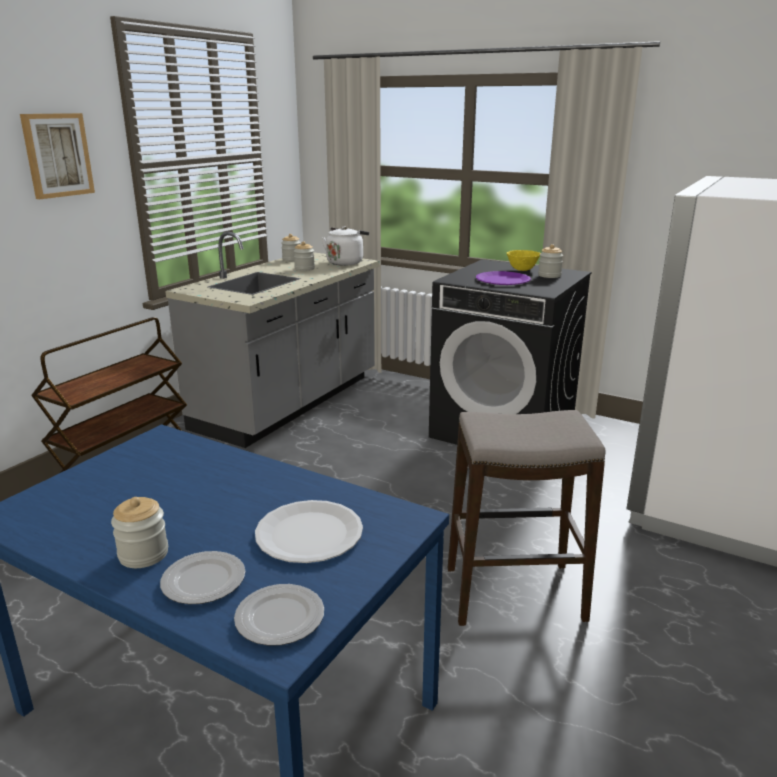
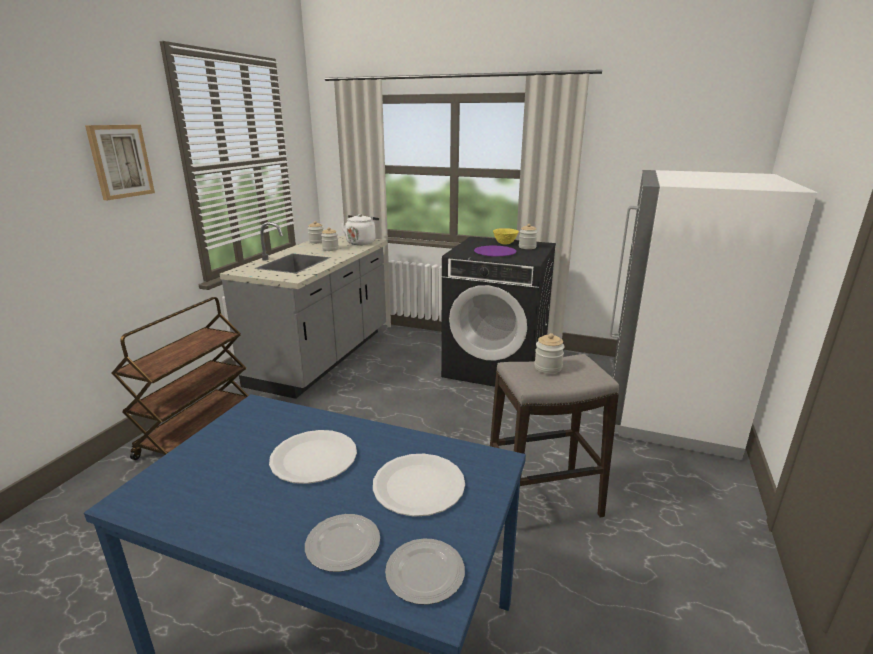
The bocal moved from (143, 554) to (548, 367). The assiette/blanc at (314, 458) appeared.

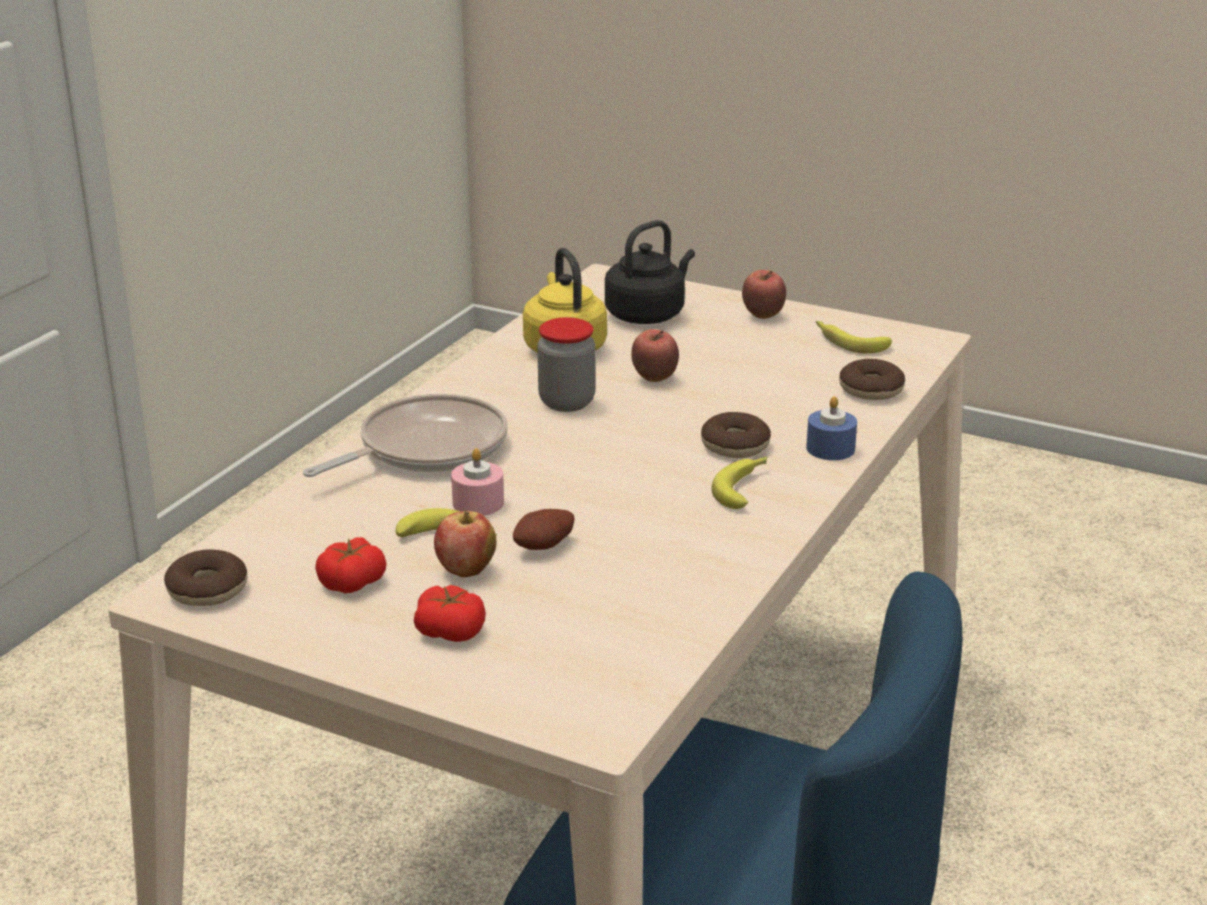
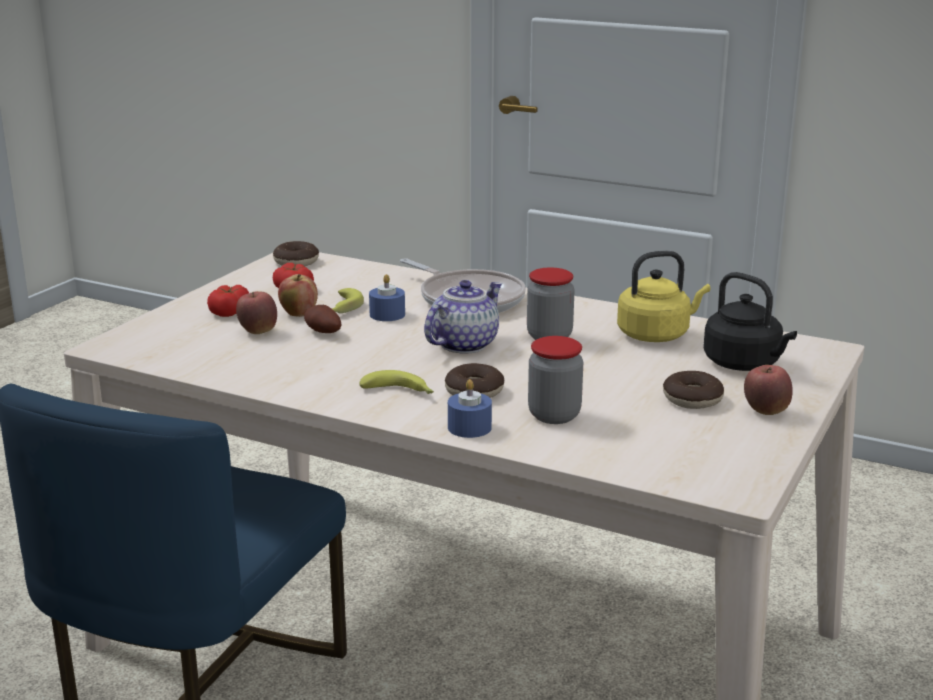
The bougie/rose at (478, 503) became the bougie/bleu at (387, 314). The pomme moved from (654, 379) to (258, 332). The banane at (848, 342) disappeared. The beignet moved from (871, 390) to (692, 399). The théière at (463, 344) appeared. The bocal at (554, 415) appeared.

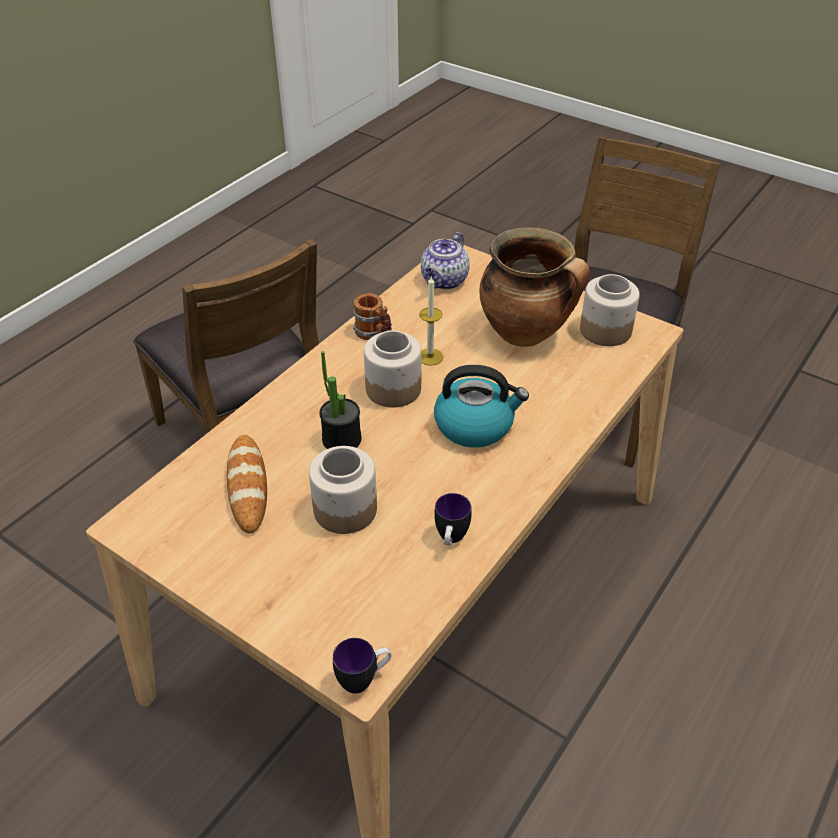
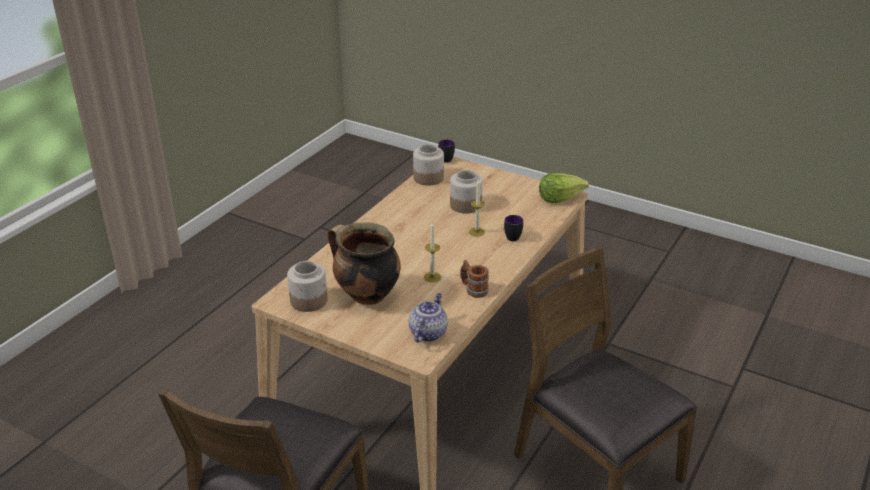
The pain at (247, 486) disappeared. The plante en pot at (341, 439) was replaced by the bougie at (476, 232). The bocal moved from (394, 388) to (428, 178). The bouilloire at (475, 425) disappeared. The mug moved from (450, 540) to (513, 236). The laitue at (560, 198) appeared.

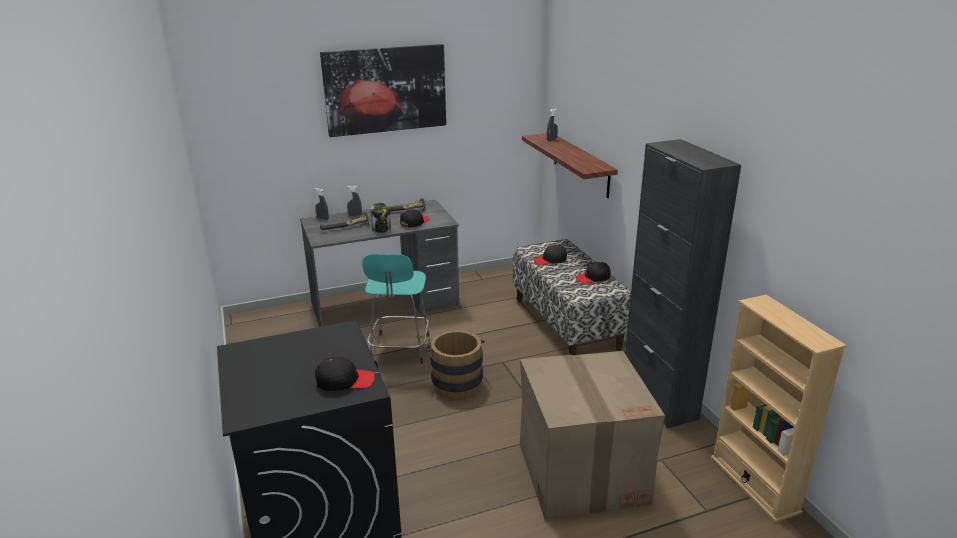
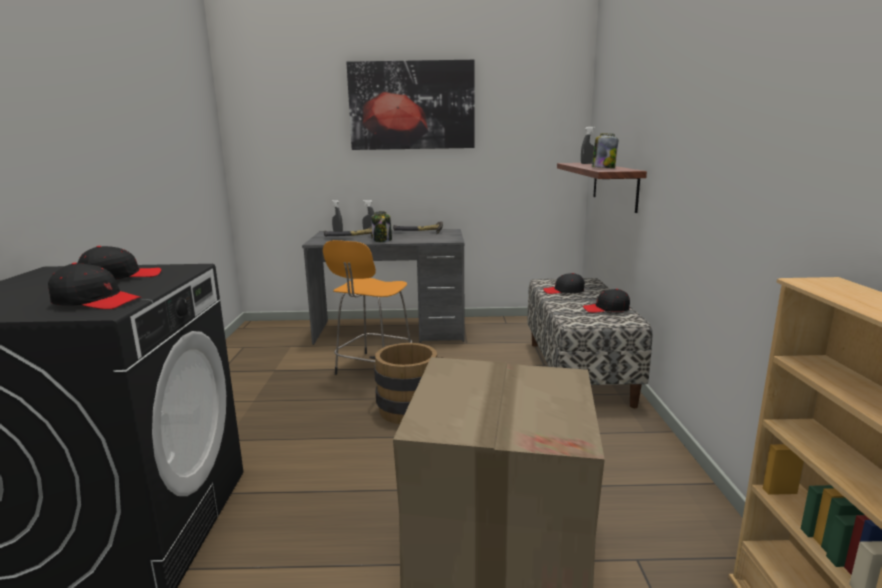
The tabouret/turquoise at (399, 350) became the tabouret/orange at (373, 369). The casquette/noir moved from (414, 222) to (121, 277). The meuble de rangement/noir at (659, 399) disappeared. The bocal at (603, 168) appeared.

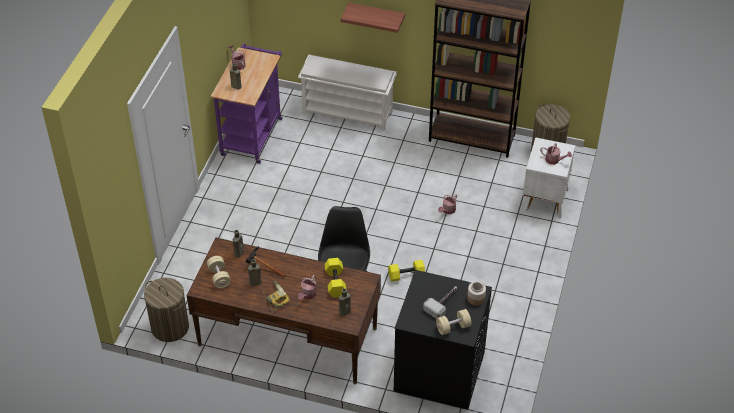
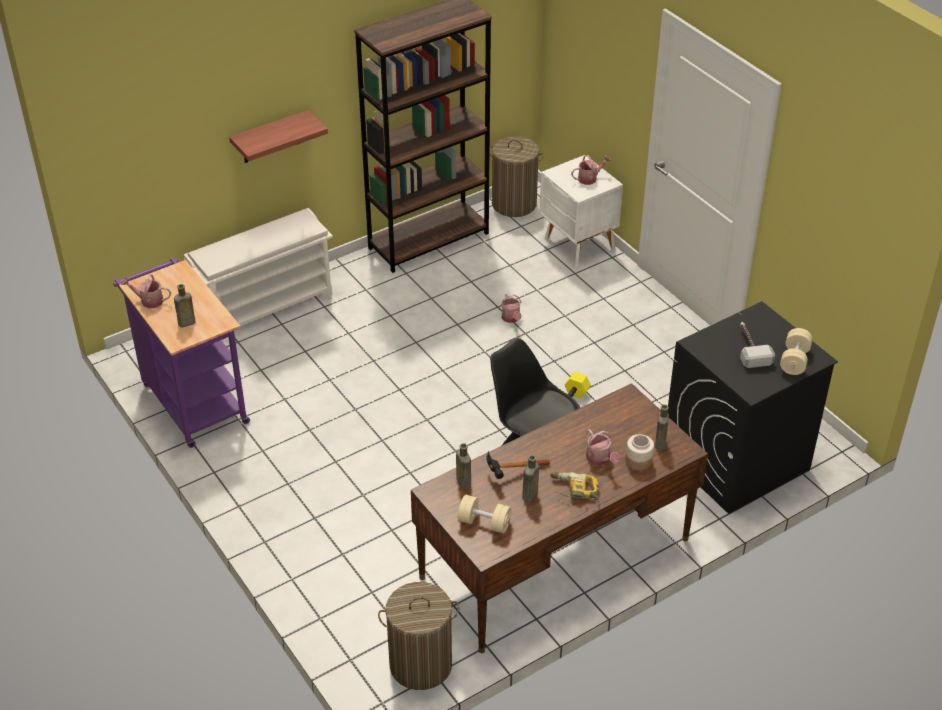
The haltère/jaune at (334, 282) disappeared. The bocal moved from (475, 298) to (638, 461).

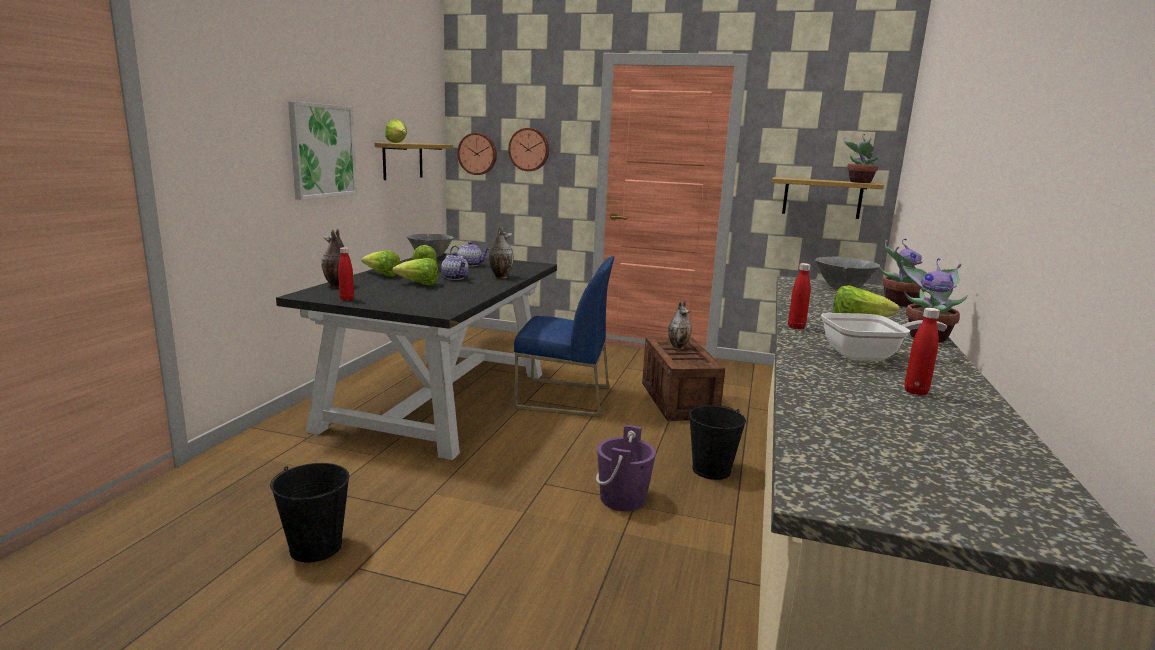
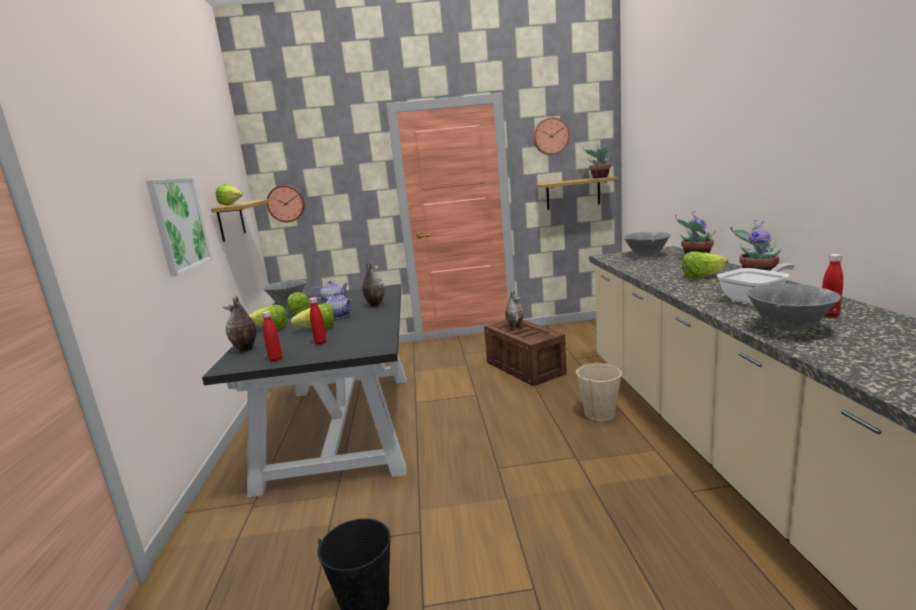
The horloge murale moved from (529, 149) to (550, 136). The chaise/bleu at (562, 398) disappeared. The seau/violet at (623, 499) disappeared. The seau/noir at (711, 470) became the seau/beige at (600, 414). The bouteille/rouge moved from (796, 327) to (320, 343). The bol/gris at (789, 328) appeared.

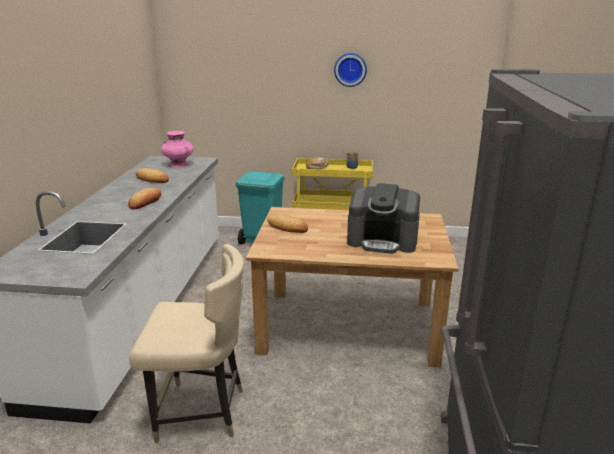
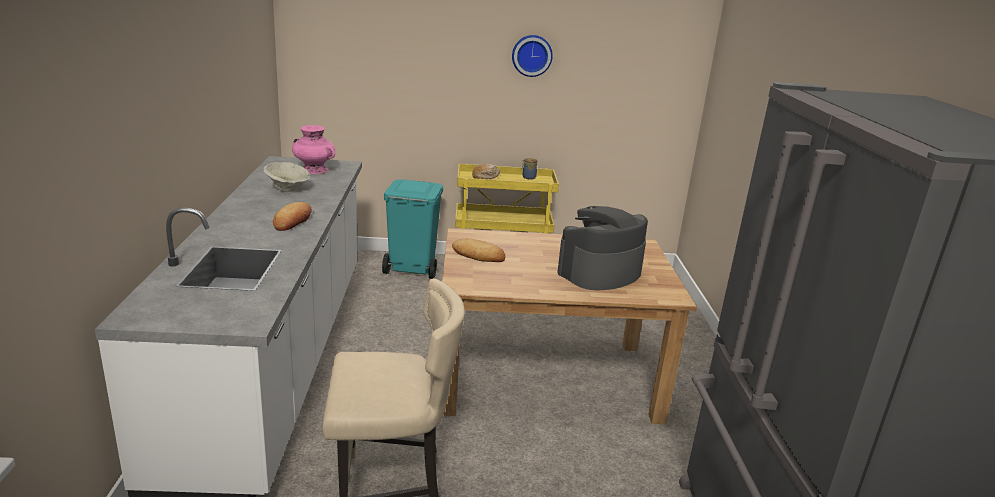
The pain at (152, 179) was replaced by the bol/beige at (287, 189). The machine à café at (382, 241) turned 135 degrees clockwise.

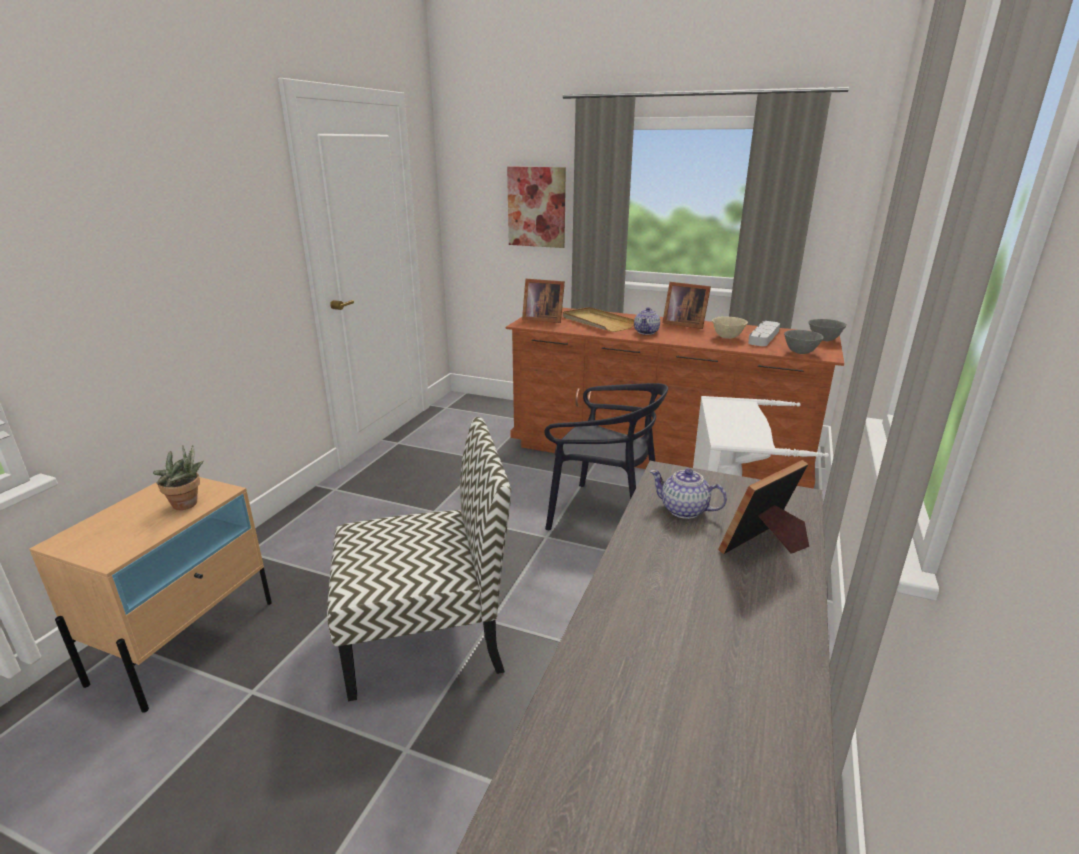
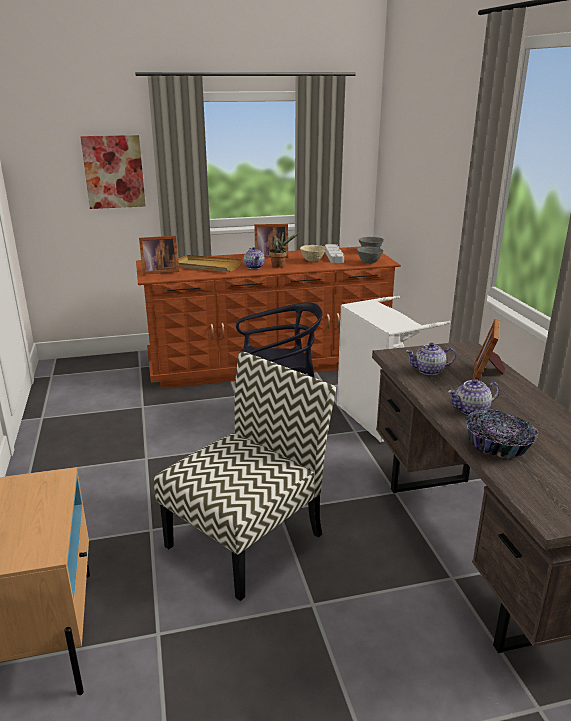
The plante en pot moved from (188, 505) to (279, 265). The théière at (471, 410) appeared. The bol at (497, 446) appeared.

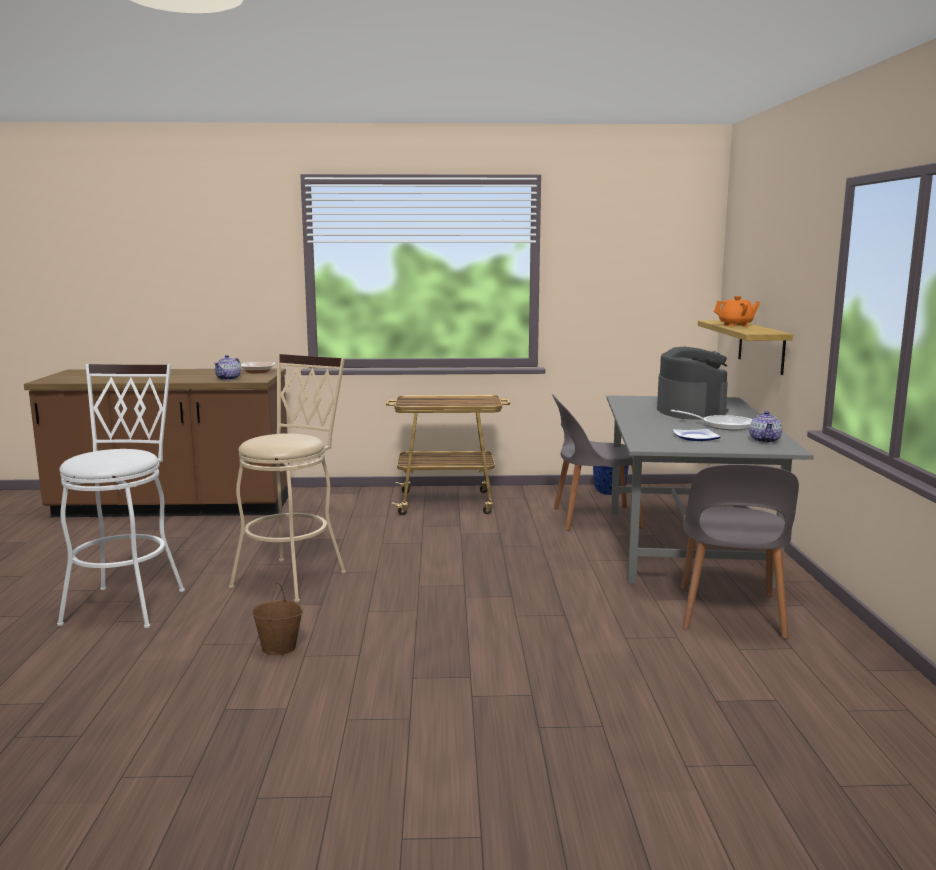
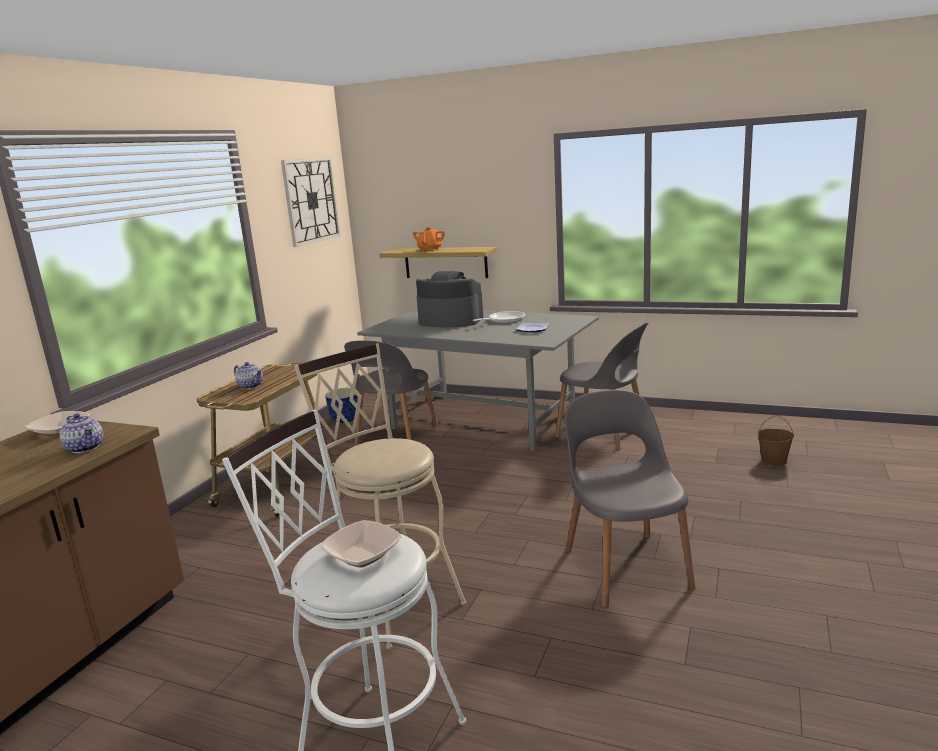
The seau/marron moved from (279, 648) to (774, 461). The théière moved from (765, 440) to (250, 386). The horloge murale at (311, 200) appeared. The bol at (363, 554) appeared. The chaise/gris at (625, 566) appeared.

